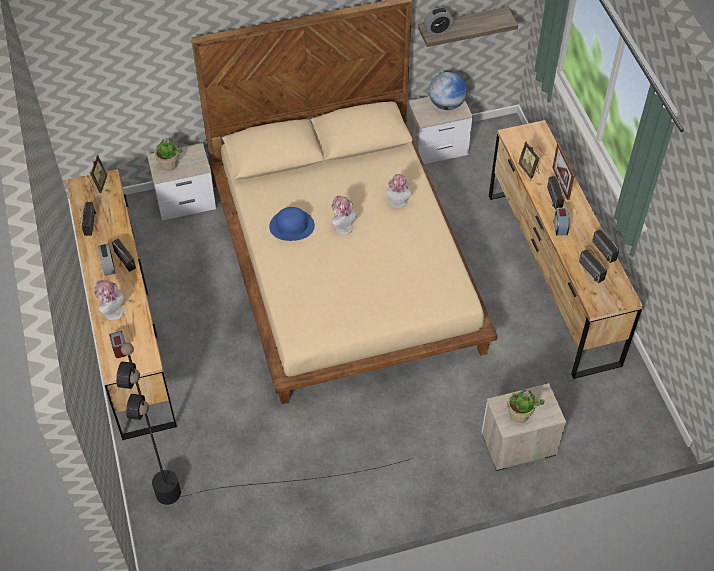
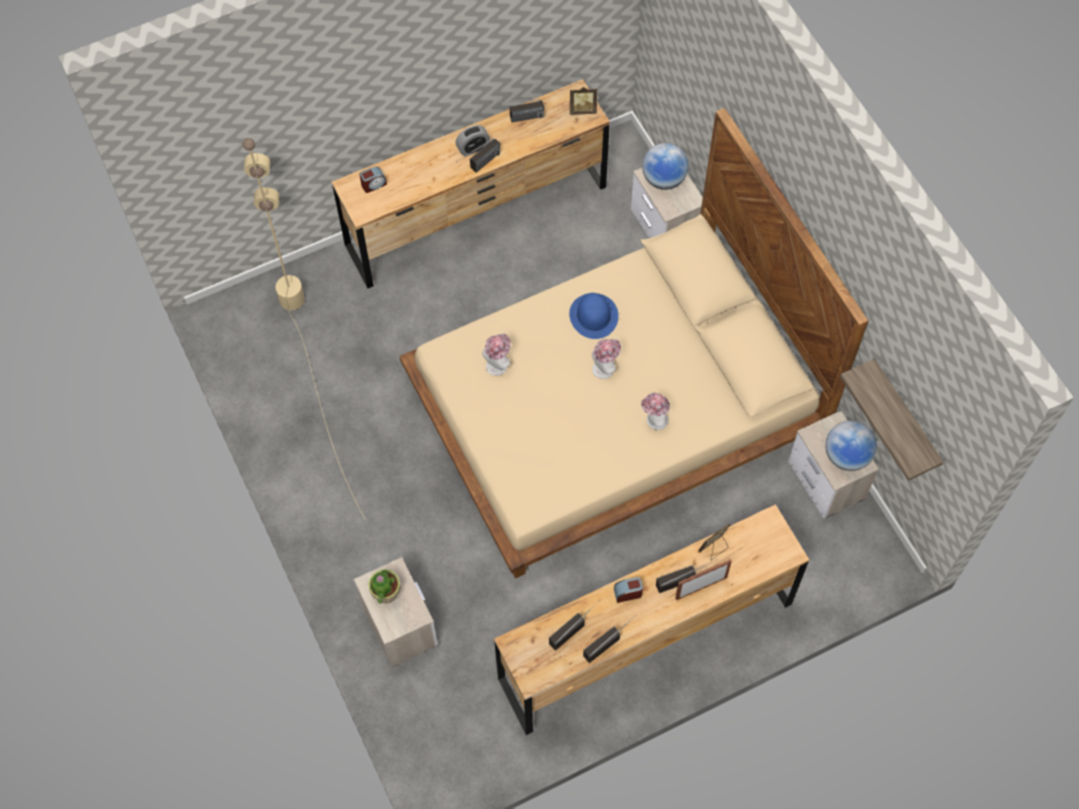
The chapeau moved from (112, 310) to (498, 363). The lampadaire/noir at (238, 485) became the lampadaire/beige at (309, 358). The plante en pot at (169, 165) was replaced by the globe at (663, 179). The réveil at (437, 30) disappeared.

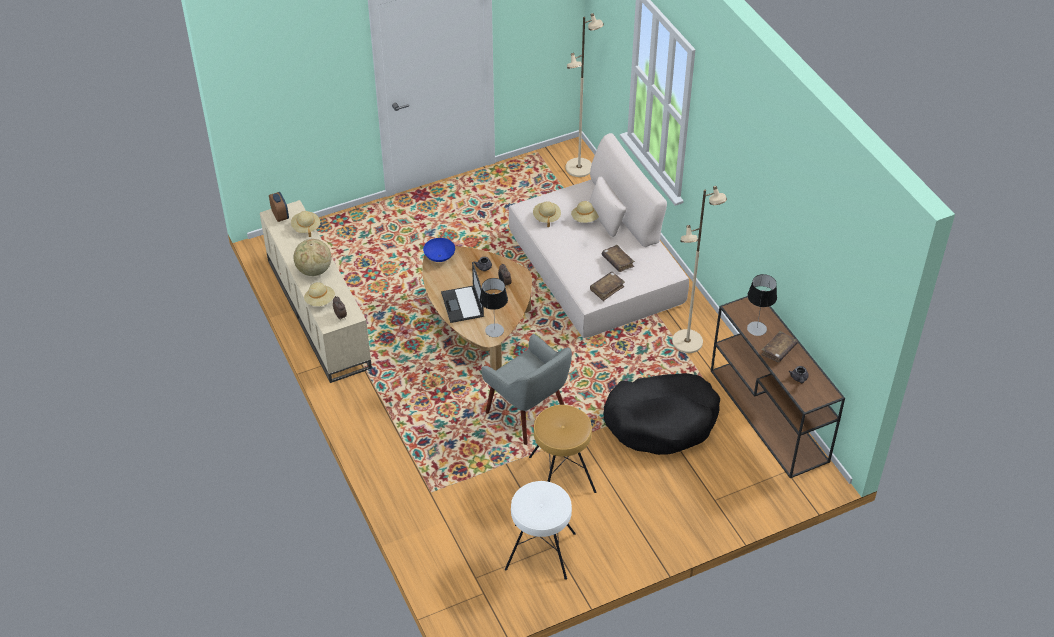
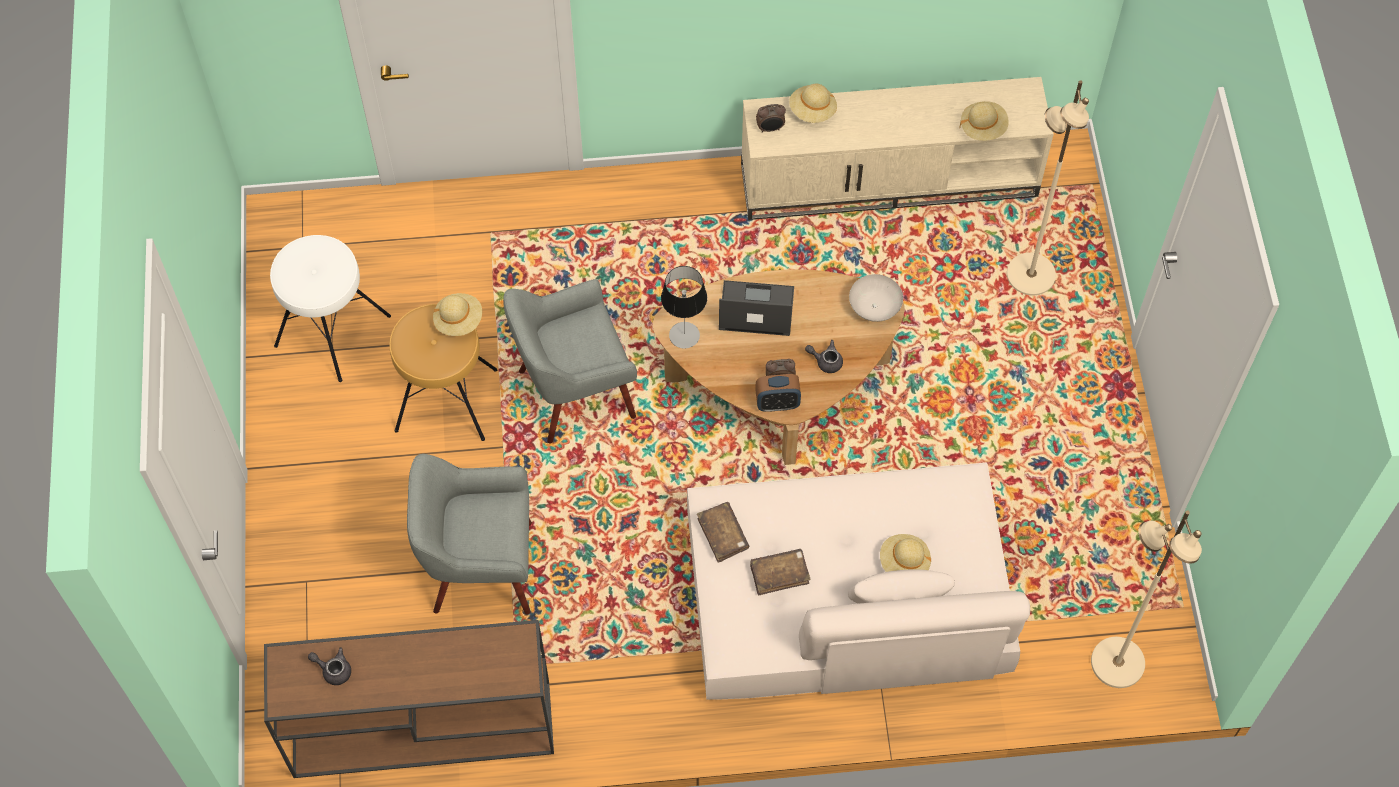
The réveil moved from (280, 216) to (777, 403). The globe at (314, 270) disappeared. The bol/bleu at (440, 257) became the bol/blanc at (875, 308). The chapeau/beige moved from (546, 217) to (458, 320). The panier pour chien/noir at (661, 421) was replaced by the fauteuil/gris at (481, 568). The lampadaire/beige moved from (687, 342) to (1029, 275). The lampe de table at (756, 328) disappeared. The livre/marron at (778, 350) disappeared.

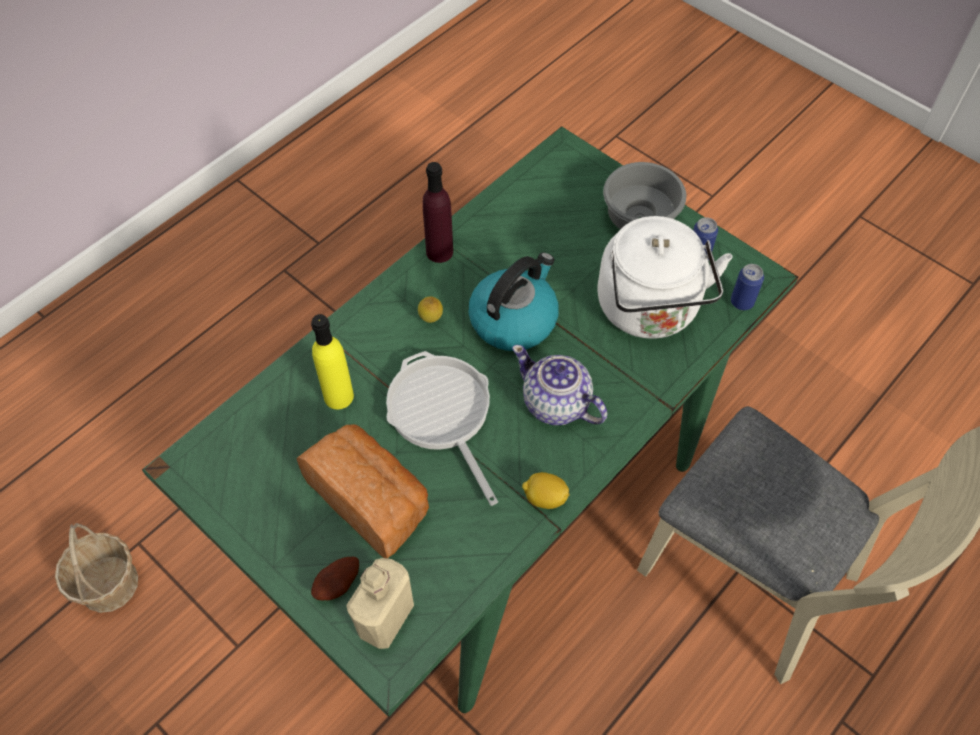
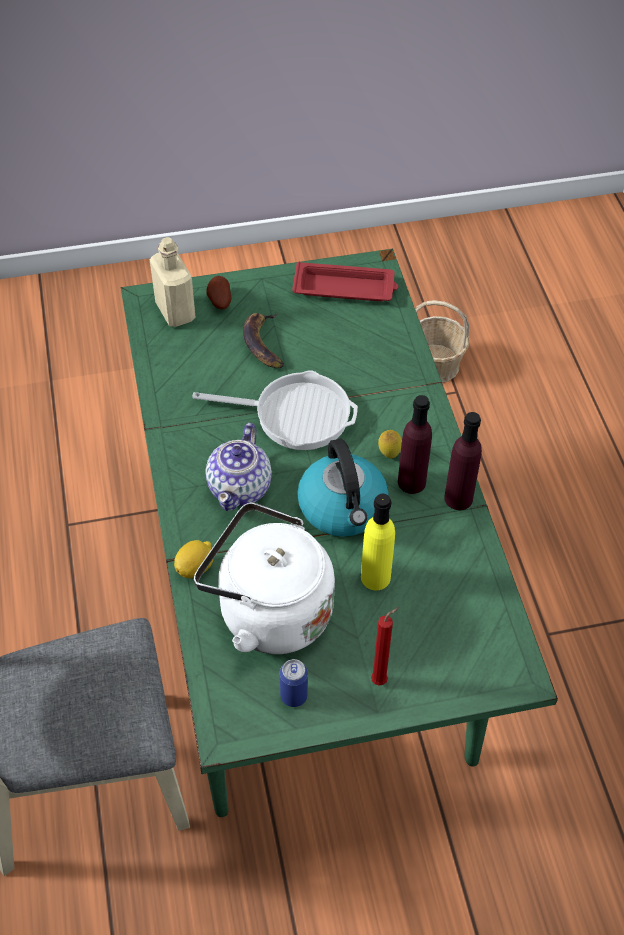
The pain at (371, 499) was replaced by the banane at (263, 343). The bouteille/jaune moved from (338, 396) to (375, 577). The théière at (556, 404) turned 120 degrees clockwise. The citron moved from (545, 498) to (195, 568). The bol/gris at (638, 216) was replaced by the bougie/rouge at (381, 680). The boîte métallique at (742, 302) disappeared. The plateau/rouge at (346, 288) appeared. The bouteille/violet at (411, 482) appeared.

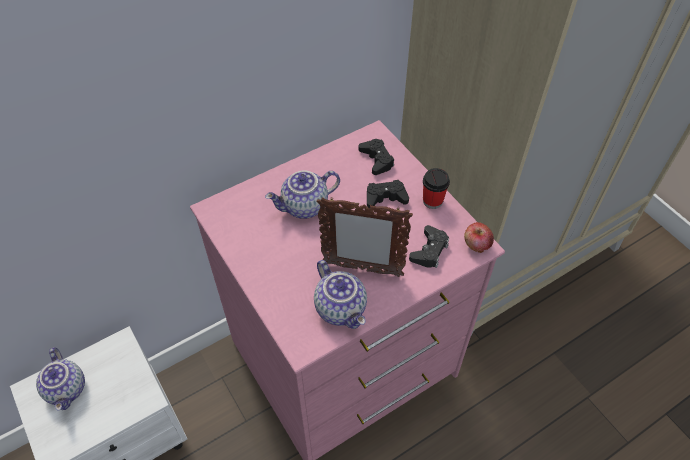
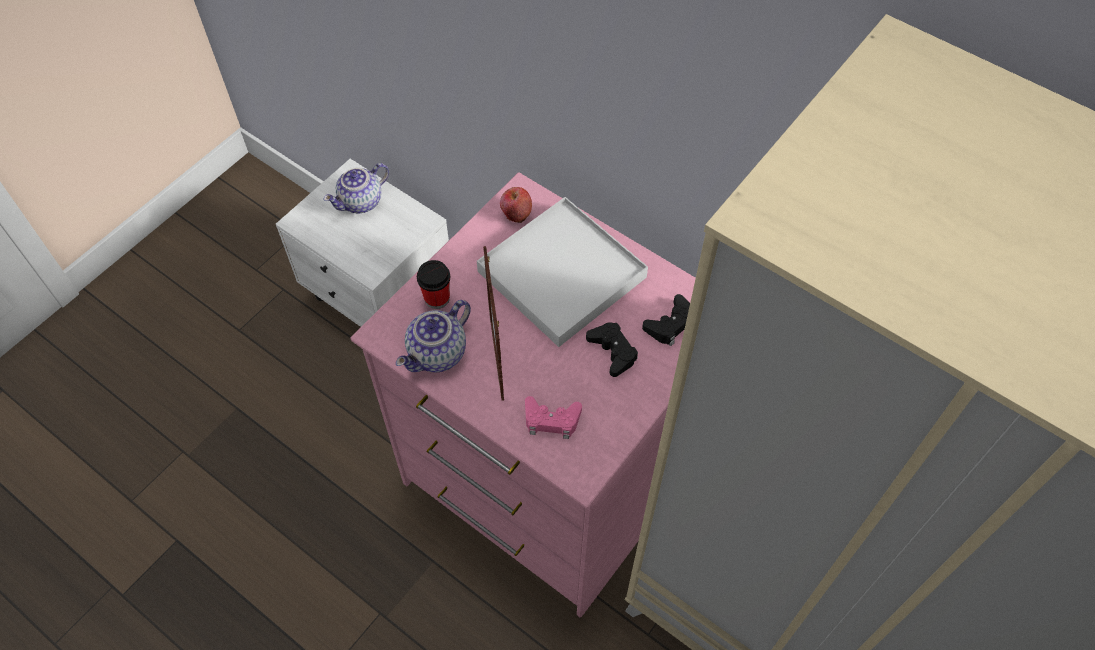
The théière at (305, 207) was replaced by the plateau/blanc at (561, 275). The manette/noir at (429, 251) became the manette/rose at (551, 420). The tasse moved from (432, 201) to (437, 298). The pomme moved from (476, 245) to (516, 213).

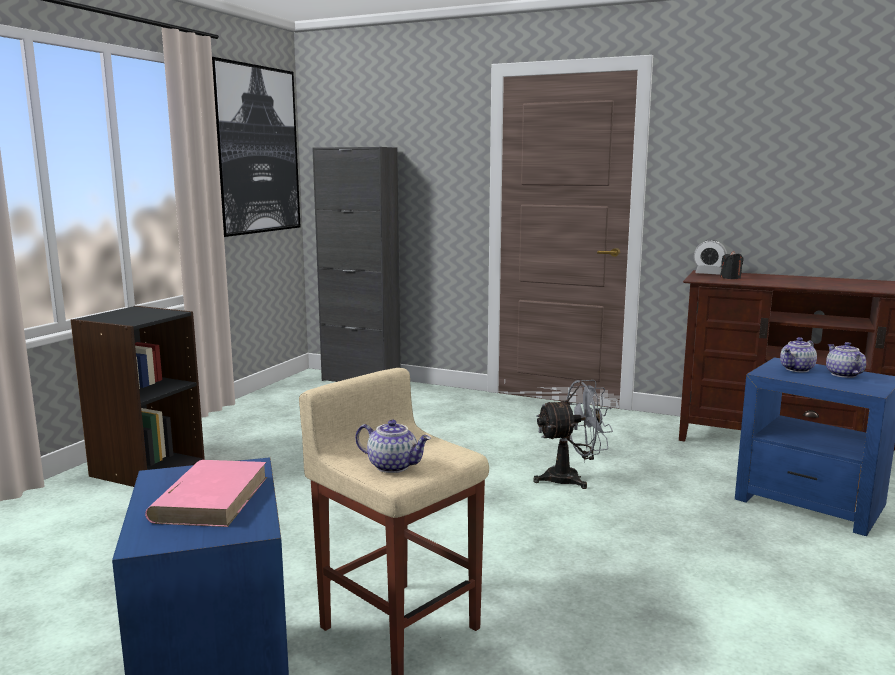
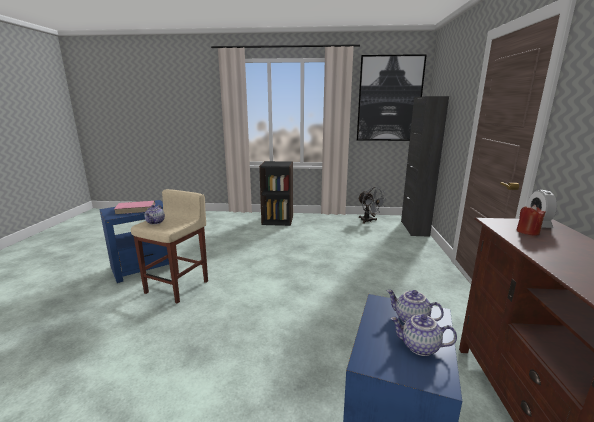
The ventilateur/gris moved from (571, 478) to (368, 221). The bougie/noir at (730, 278) became the bougie/rouge at (527, 232). The théière at (842, 374) turned 135 degrees counterclockwise.

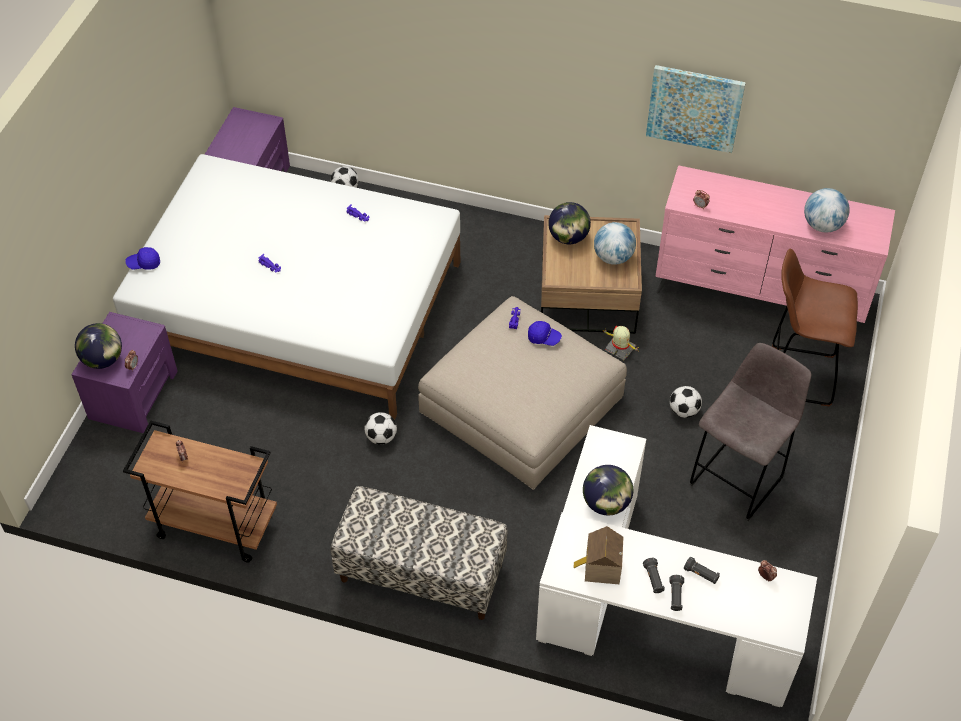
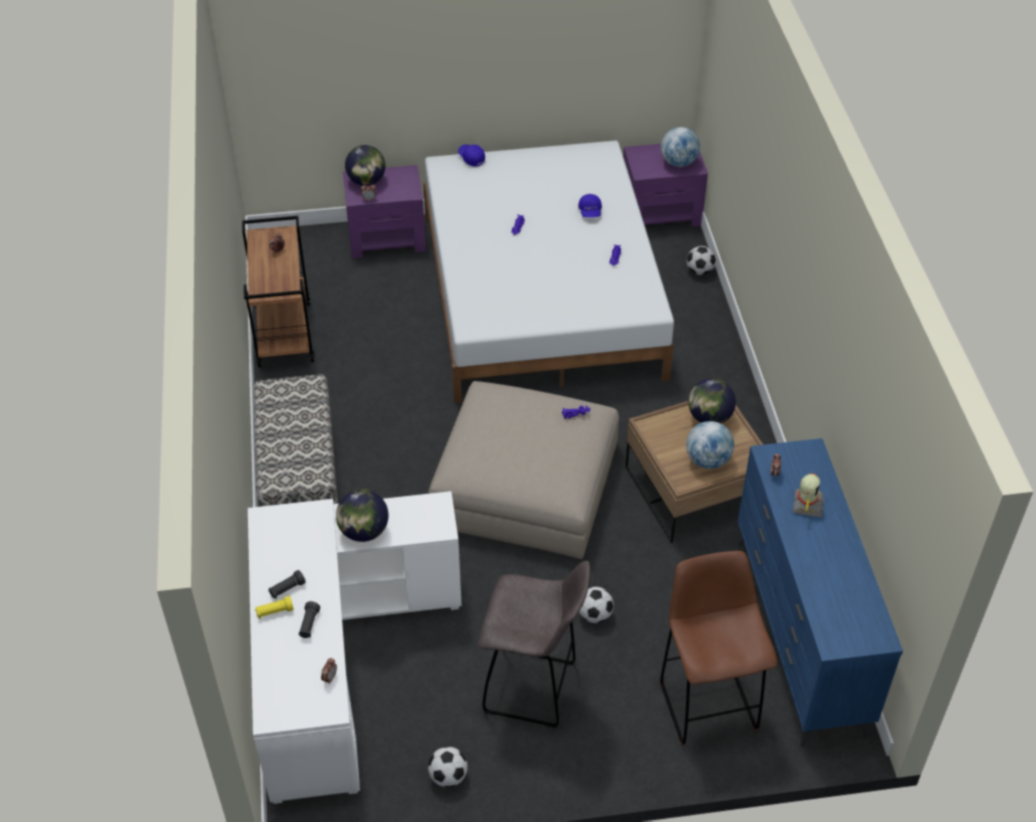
The ballon de foot moved from (381, 437) to (448, 776). The casquette/bleu moved from (544, 338) to (590, 212). The maison miniature at (600, 568) disappeared. The robot jouet moved from (620, 349) to (806, 504). The tableau at (694, 108) disappeared. The commode/rose at (760, 296) became the commode/bleu at (798, 636). The lampe de poche/noir at (675, 597) became the lampe de poche/jaune at (274, 612). The globe moved from (822, 225) to (678, 163).

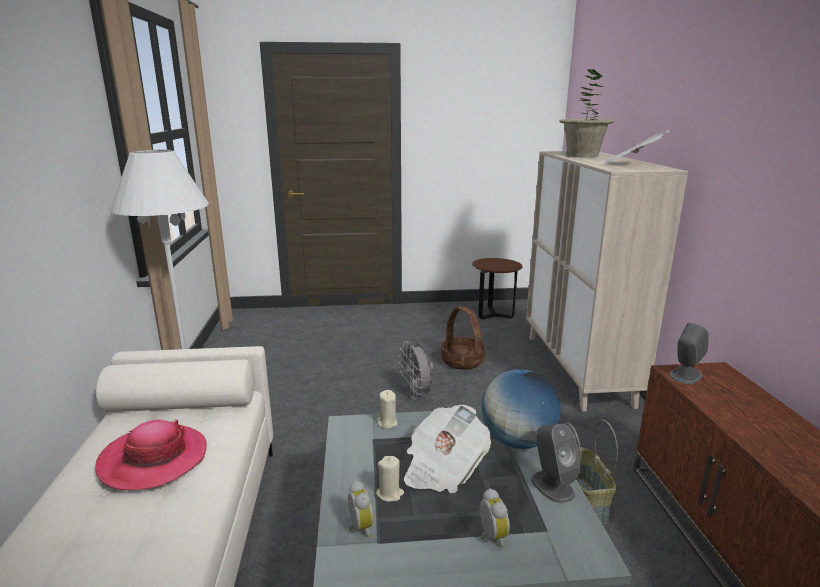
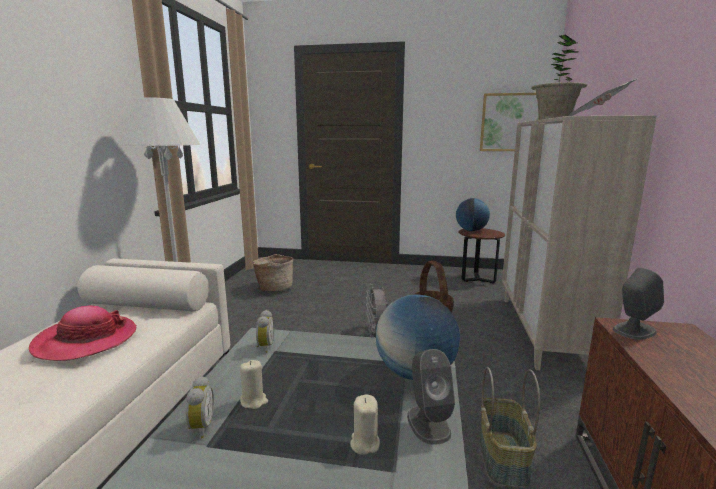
The bougie/beige moved from (387, 422) to (364, 443). The journal at (443, 468) disappeared. The réveil moved from (490, 537) to (264, 347). The panier at (274, 288) appeared. The globe at (471, 230) appeared. The tableau at (510, 122) appeared.

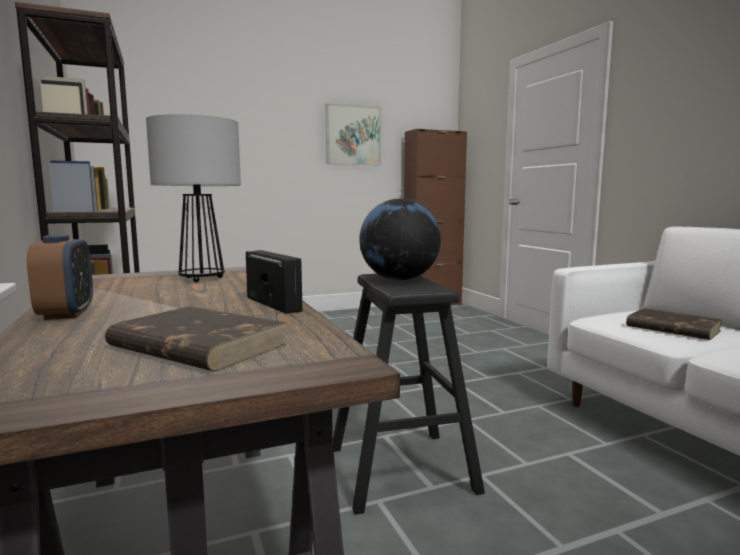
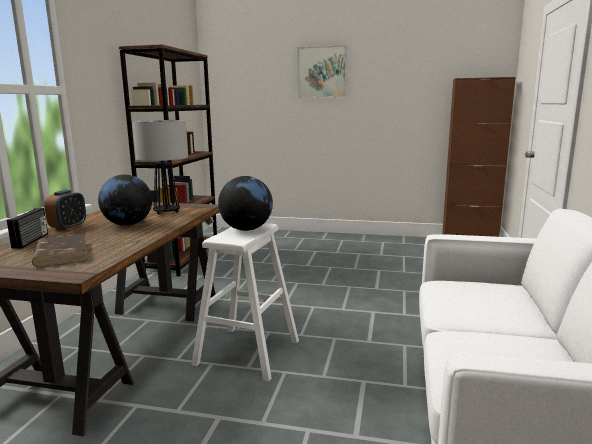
The radio moved from (275, 304) to (31, 241). The tableau moved from (353, 135) to (322, 72). The tabouret/noir at (401, 469) became the tabouret/blanc at (247, 352). The livre/marron at (671, 328) disappeared. The globe at (128, 224) appeared.

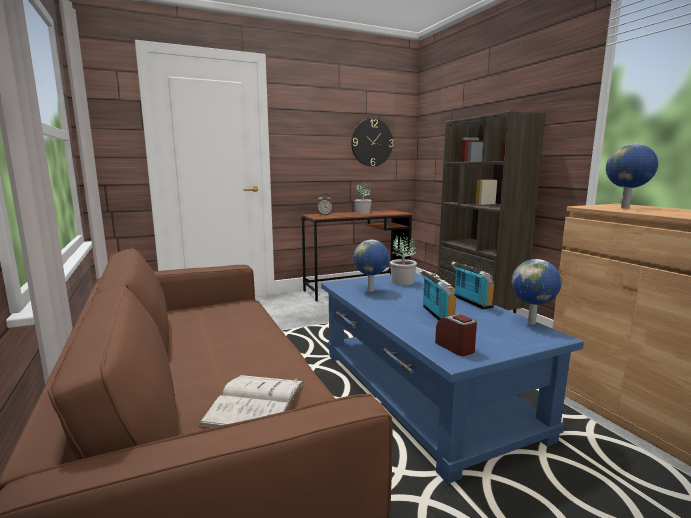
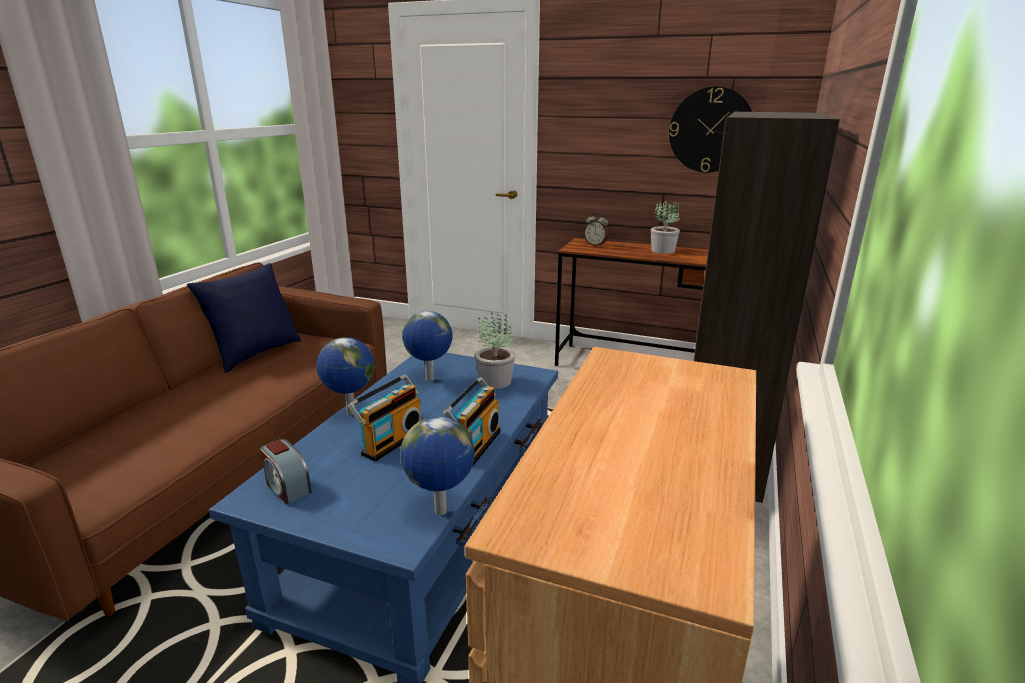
The livre/blanc at (255, 403) disappeared. The réveil at (455, 347) turned 120 degrees clockwise. The globe moved from (625, 208) to (350, 413). The coussin/bleu at (255, 354) appeared.

